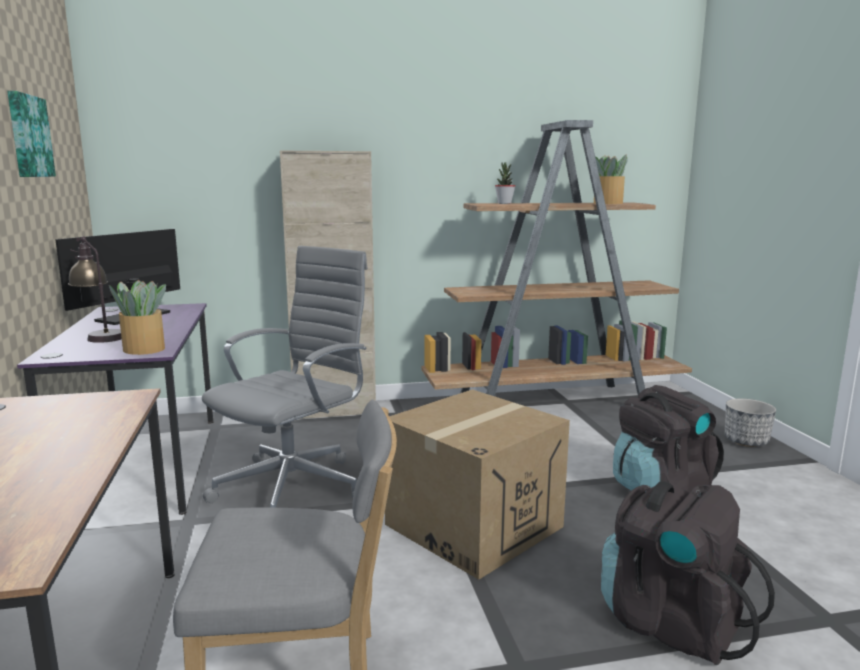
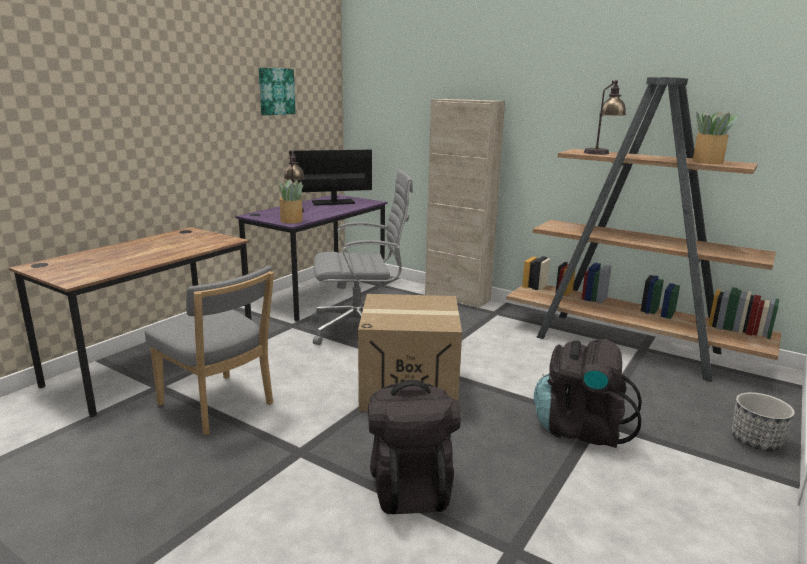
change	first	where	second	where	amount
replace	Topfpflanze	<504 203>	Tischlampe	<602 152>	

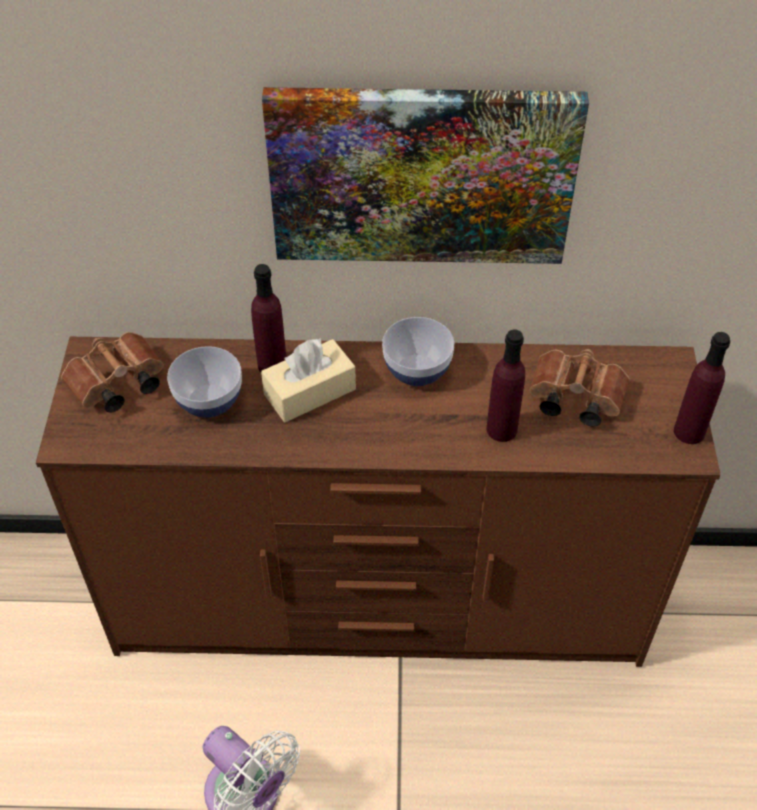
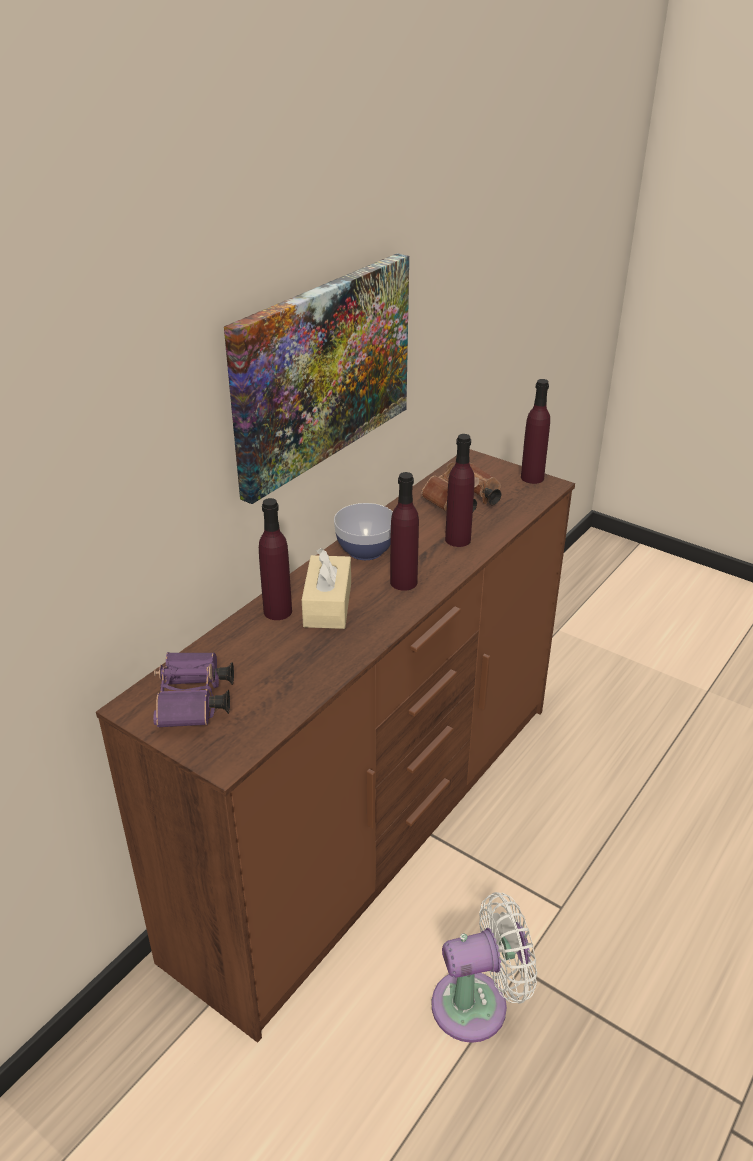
change	first	where	second	where	amount
recolor	Fernglas [braun]	<116 386>	Fernglas [lila]	<194 704>	
delete	Schüssel	<209 401>			
insert			Flasche [lila]	<403 582>	

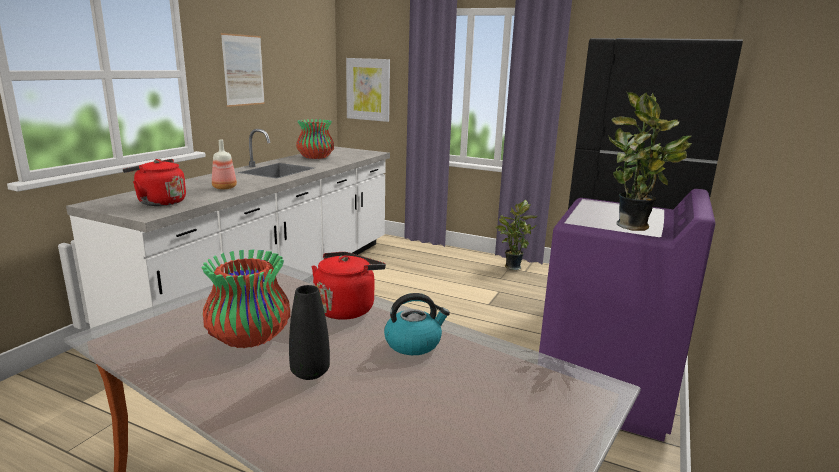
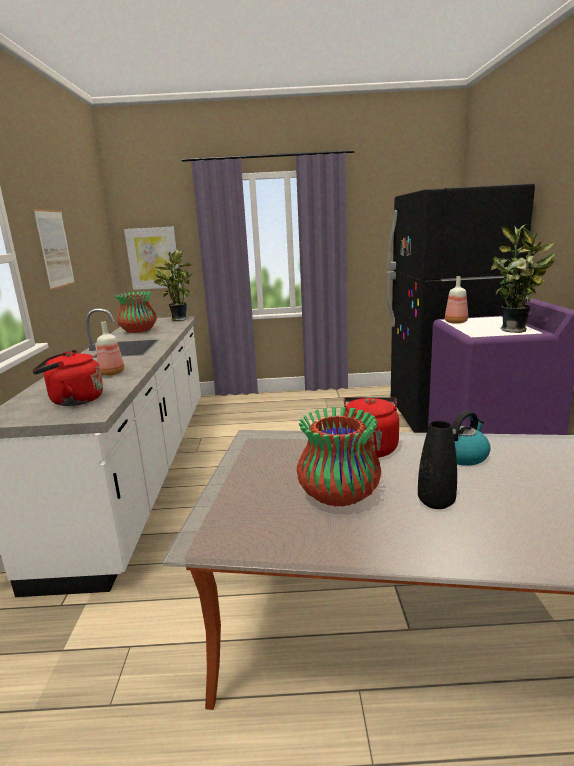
change	first	where	second	where	amount
move	Topfpflanze	<511 267>		<178 319>	
insert			Flasche	<456 322>	

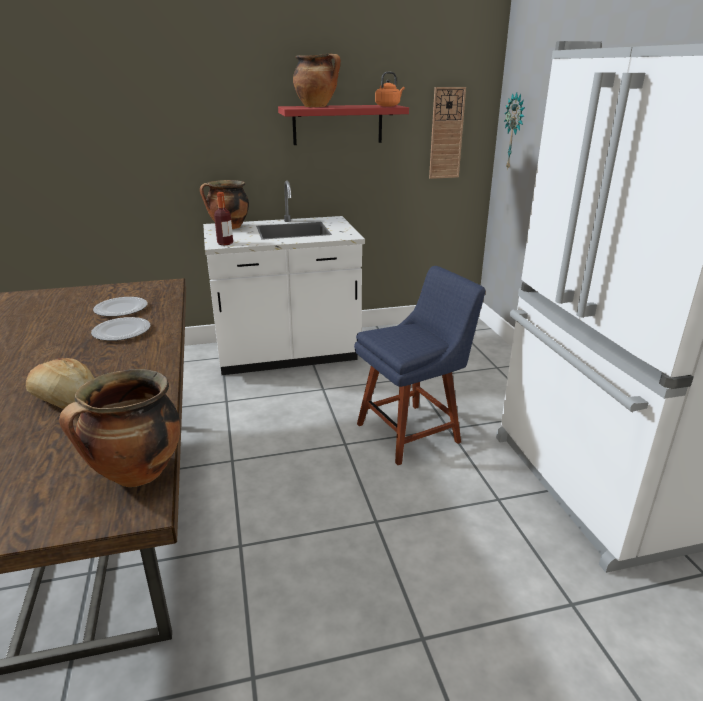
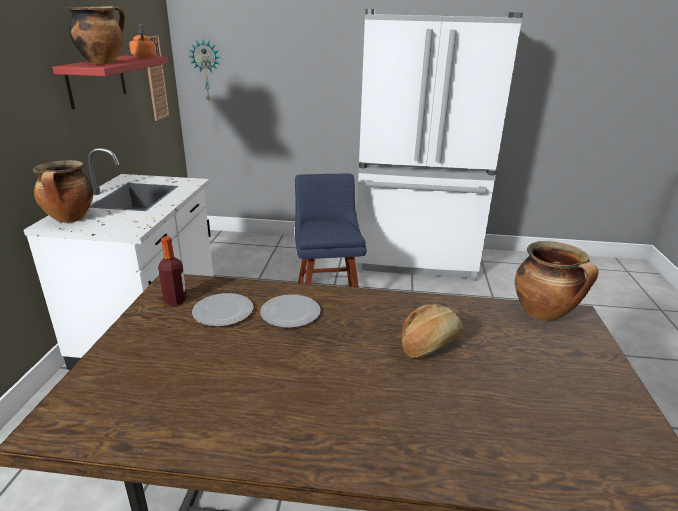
change	first	where	second	where	amount
move	Flasche	<225 243>		<175 301>	

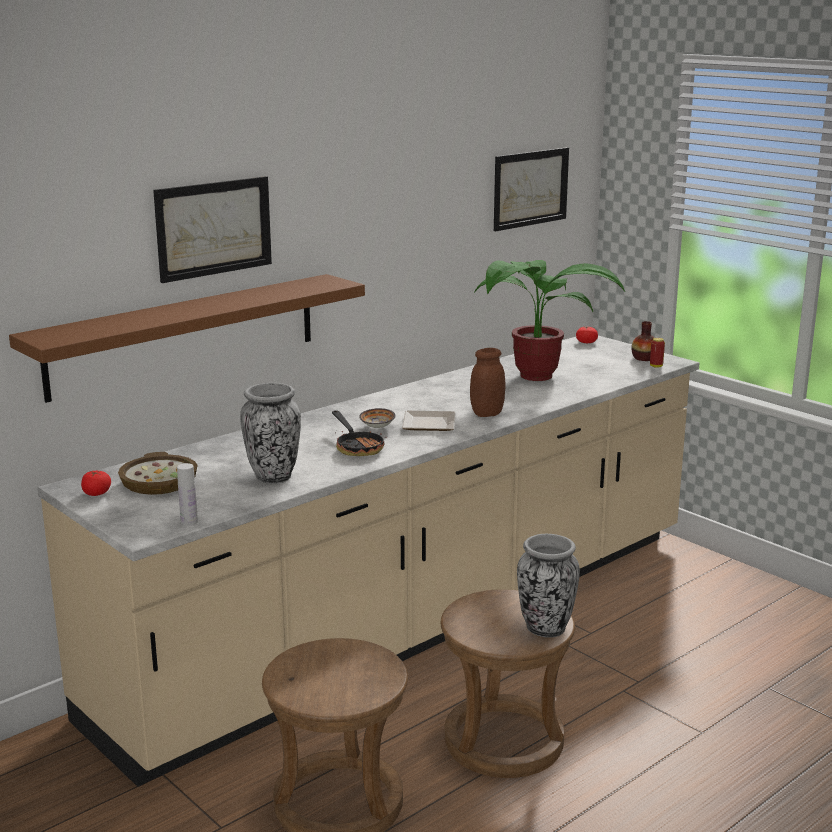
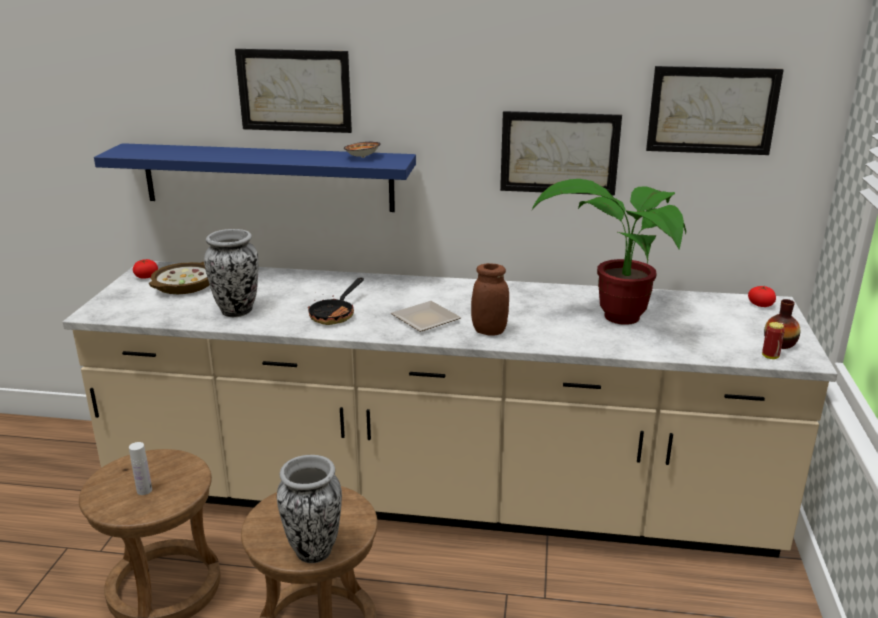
change	first	where	second	where	amount
recolor	Wandregal [braun]	<185 335>	Wandregal [blau]	<267 177>	
move	Flasche [weiß]	<189 522>		<144 490>	
move	Schüssel	<377 427>		<362 157>	
insert			Bild	<559 153>	

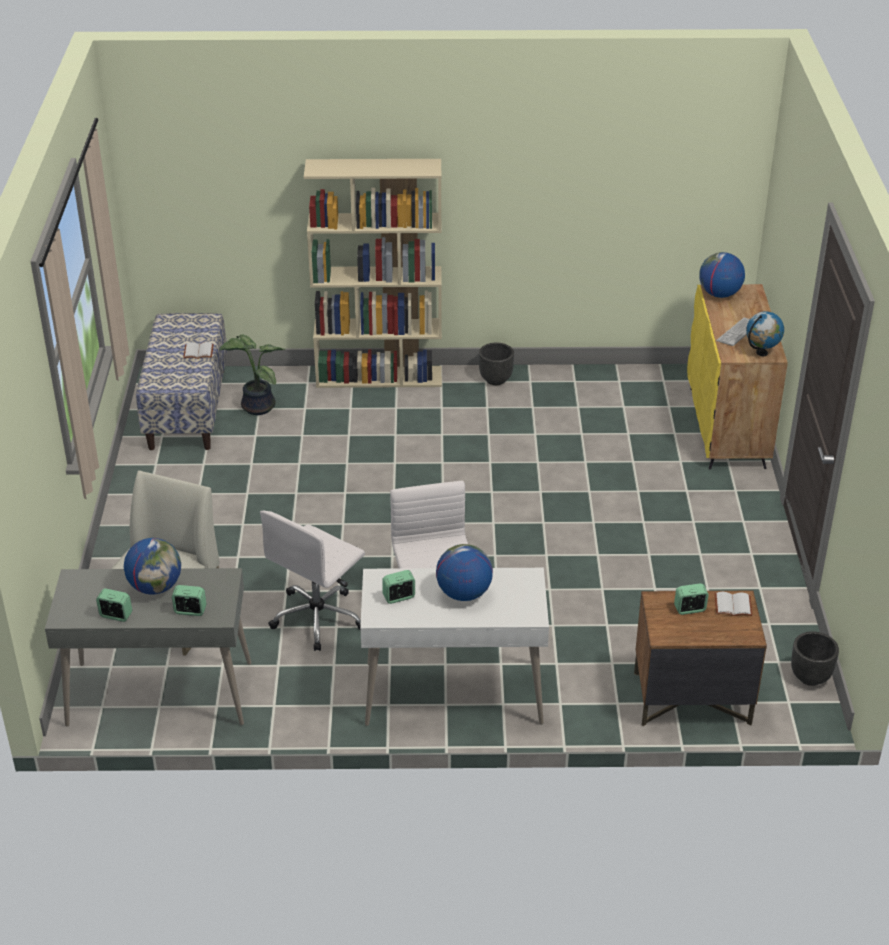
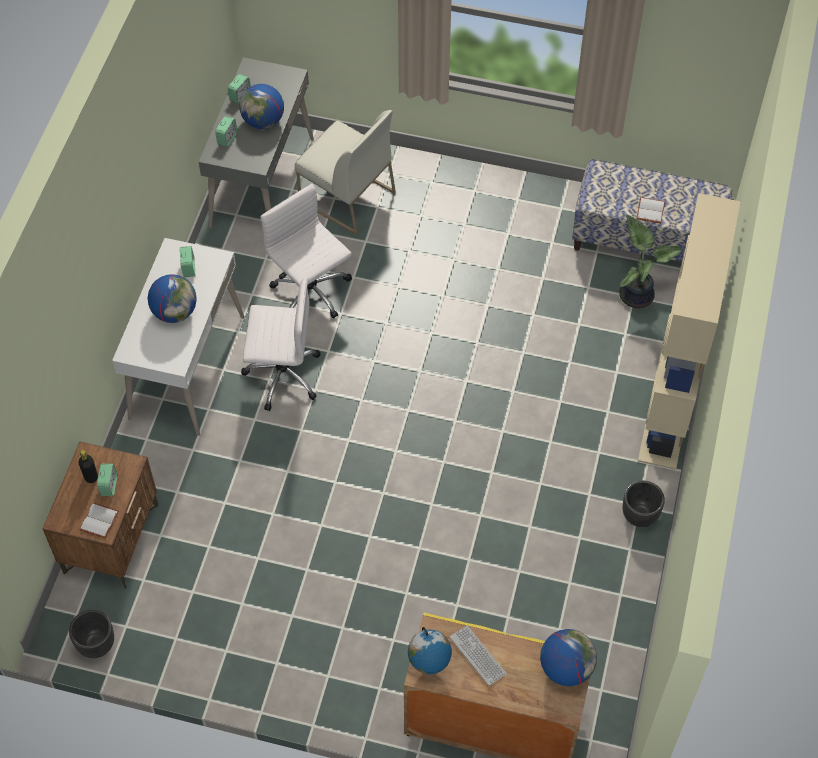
change	first	where	second	where	amount
insert			Flasche [schwarz]	<91 477>	

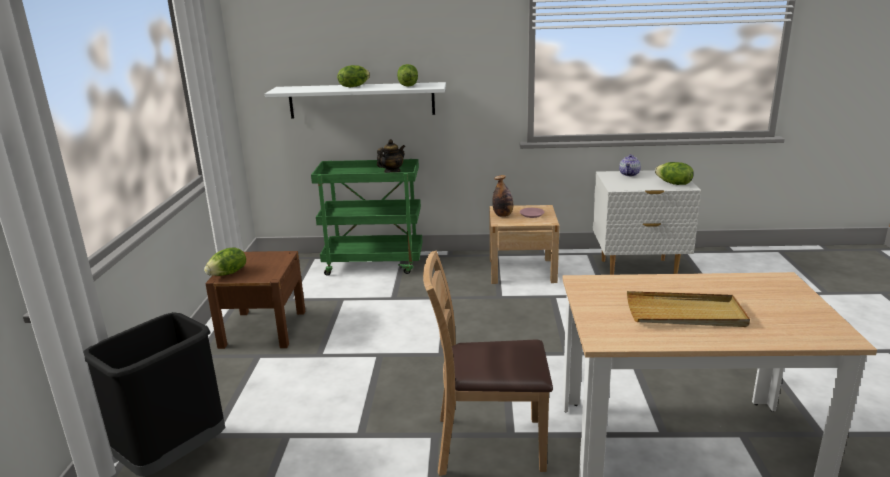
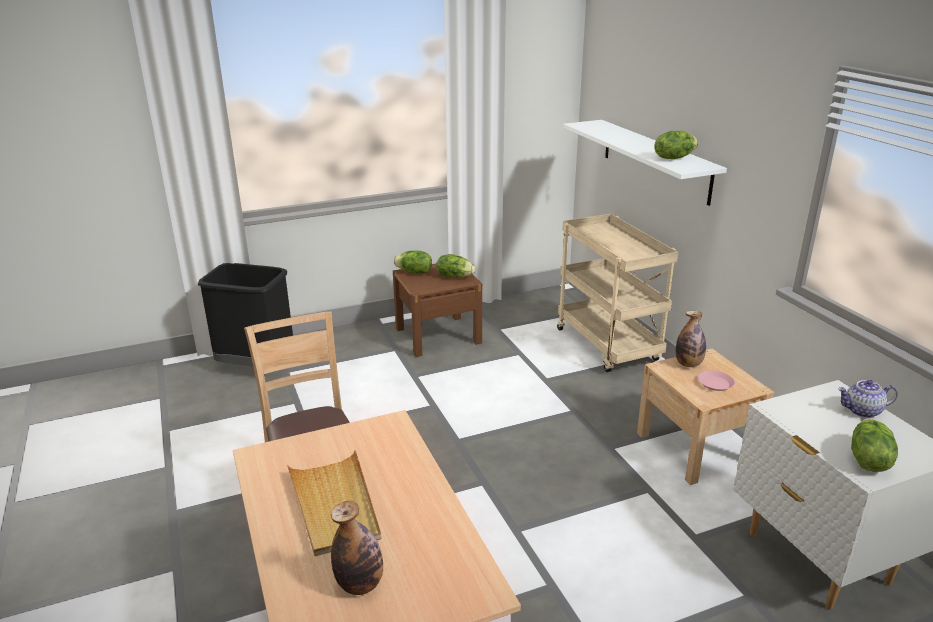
change	first	where	second	where	amount
recolor	Rollwagen [grün]	<374 264>	Rollwagen [beige]	<609 346>	
move	Salatkopf	<354 86>		<454 276>	
delete	Teekanne	<392 172>			
insert			Flasche	<360 584>	

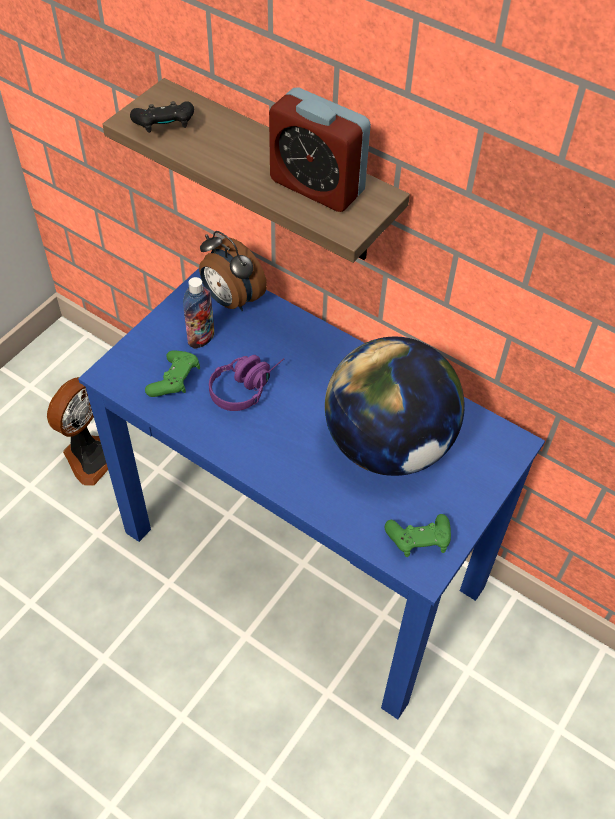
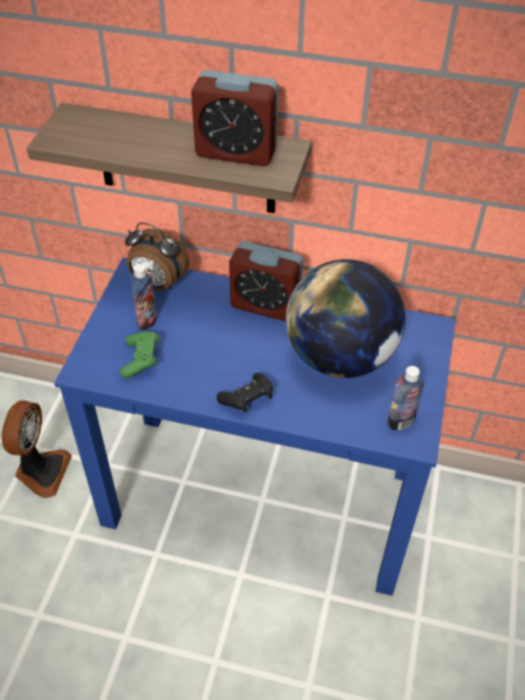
change	first	where	second	where	amount
move	Gamepad [schwarz]	<165 127>		<247 400>	
delete	Kopfhörer [lila]	<247 385>			
replace	Gamepad [grün]	<418 541>	Flasche	<401 421>	
insert			Wecker	<265 305>	

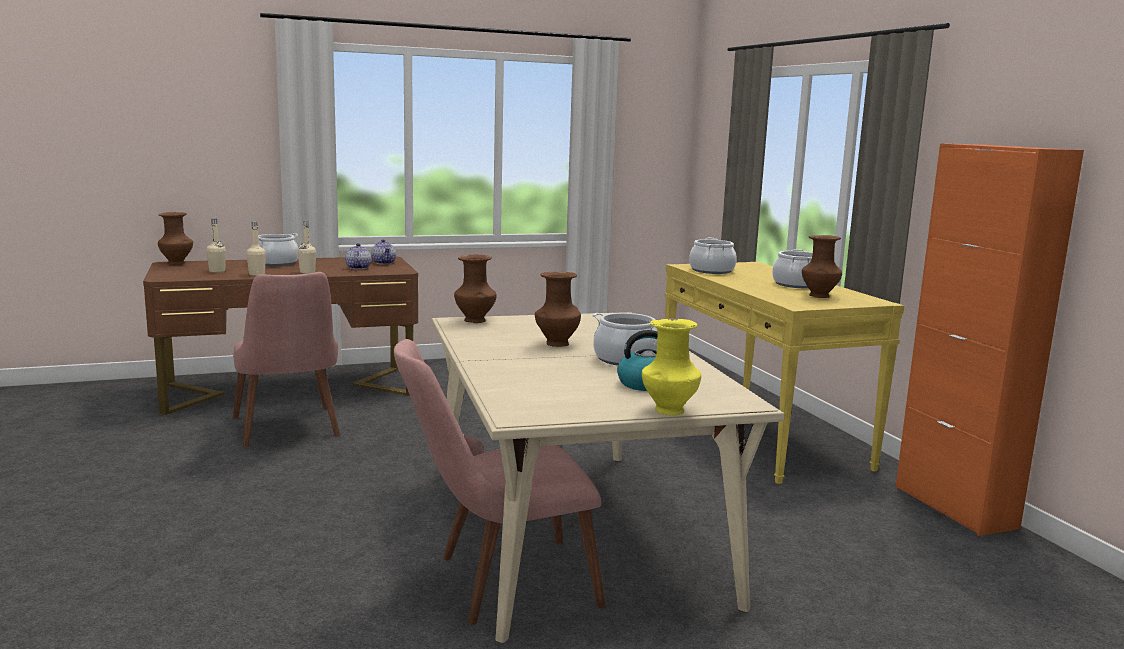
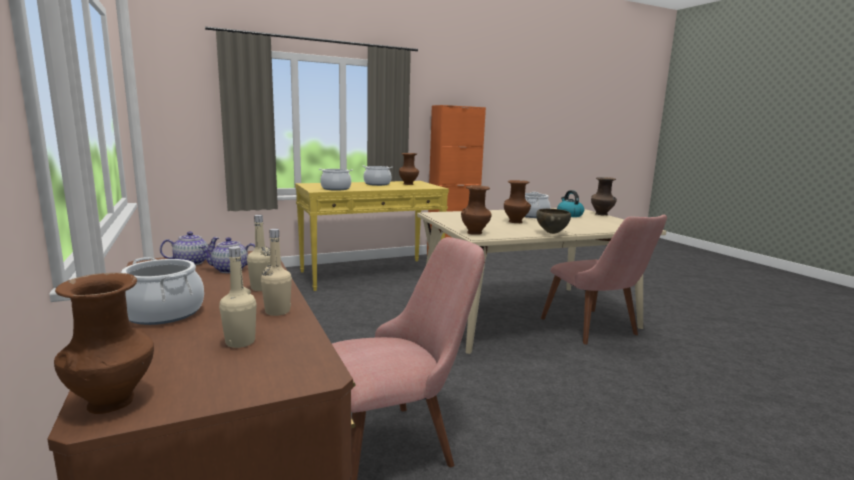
change	first	where	second	where	amount
recolor	Vase [gelb]	<668 411>	Vase [braun]	<602 214>	
insert			Schüssel [braun]	<552 233>	

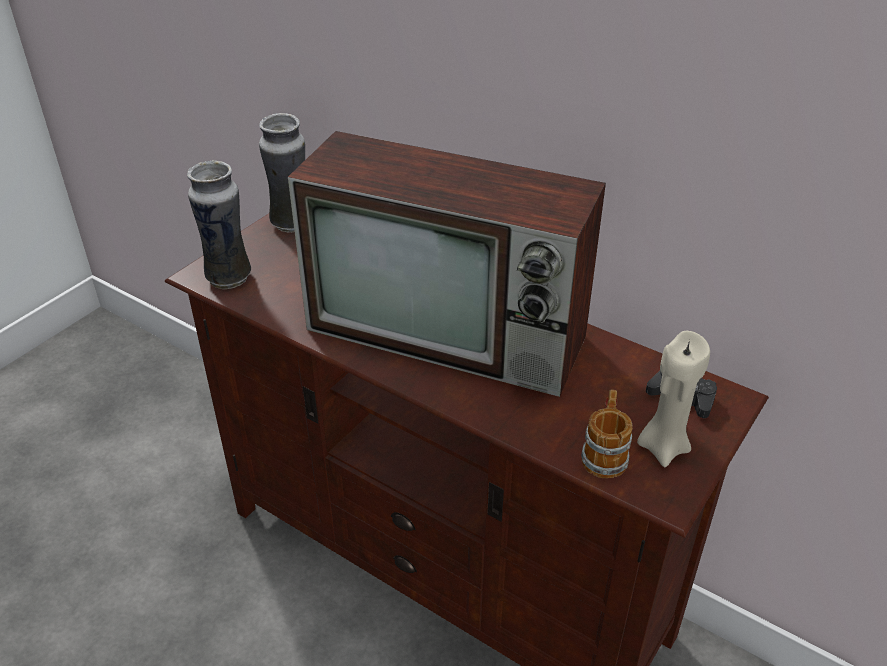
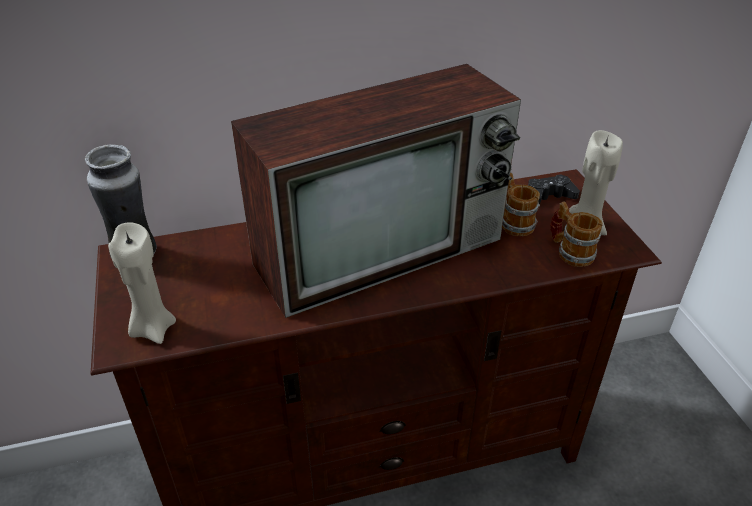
change	first	where	second	where	amount
replace	Vase	<229 277>	Kerze [beige]	<152 328>	
insert			Henkelbecher	<513 222>	

